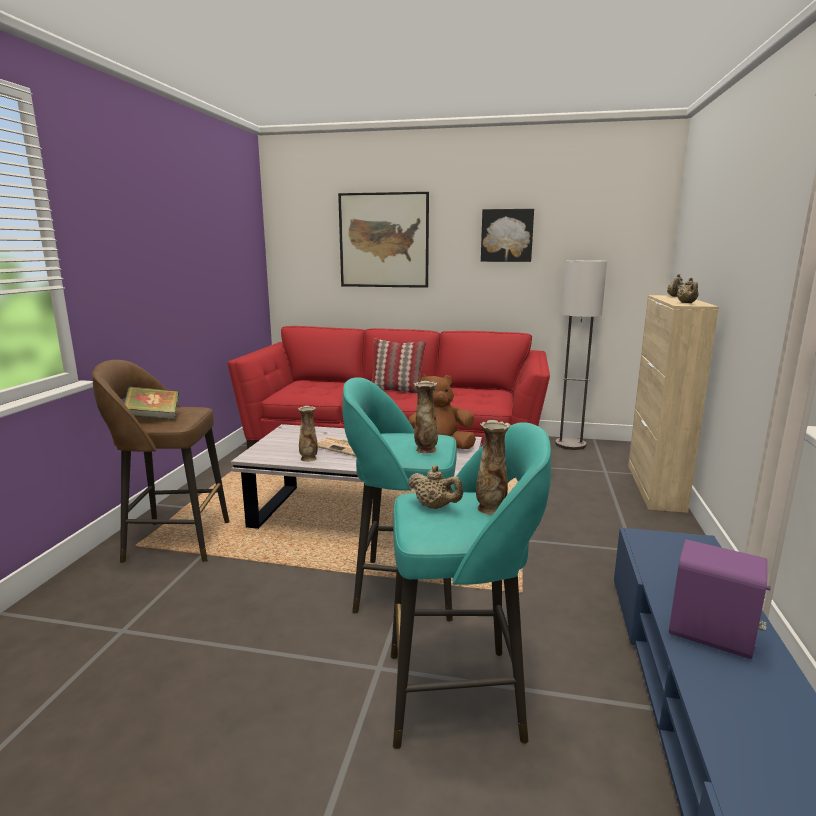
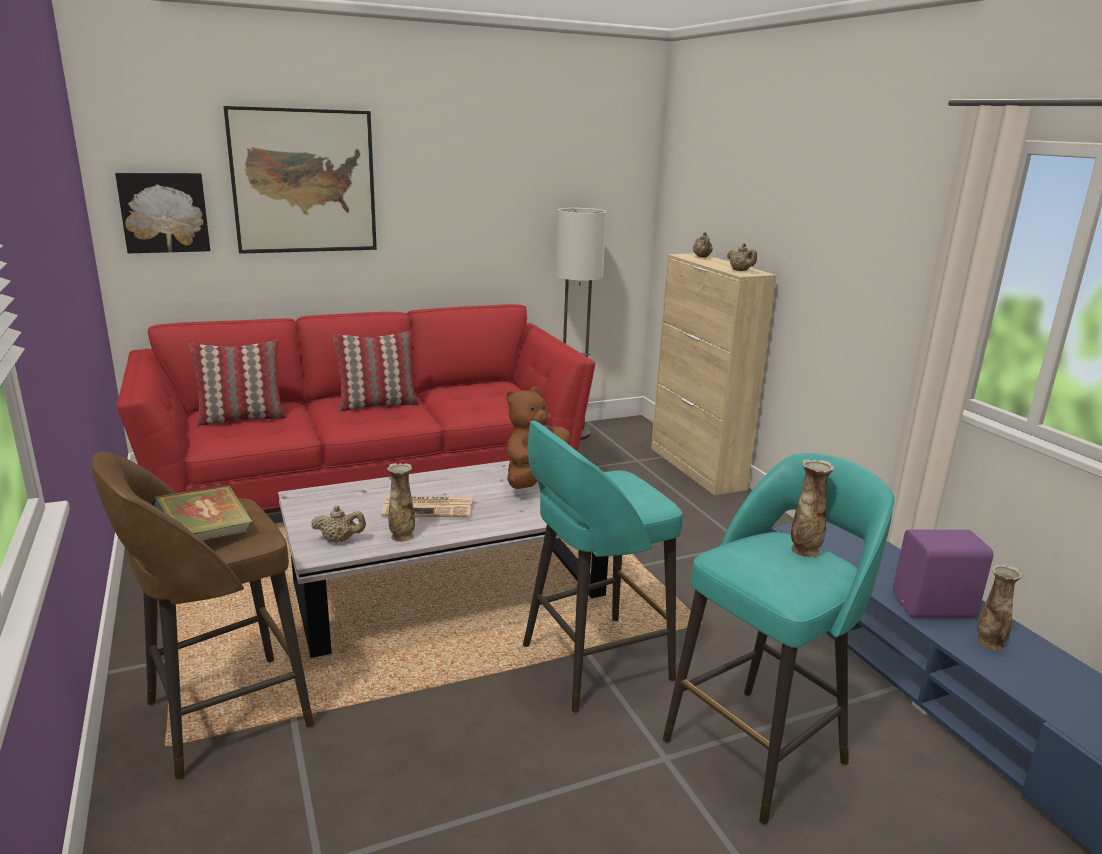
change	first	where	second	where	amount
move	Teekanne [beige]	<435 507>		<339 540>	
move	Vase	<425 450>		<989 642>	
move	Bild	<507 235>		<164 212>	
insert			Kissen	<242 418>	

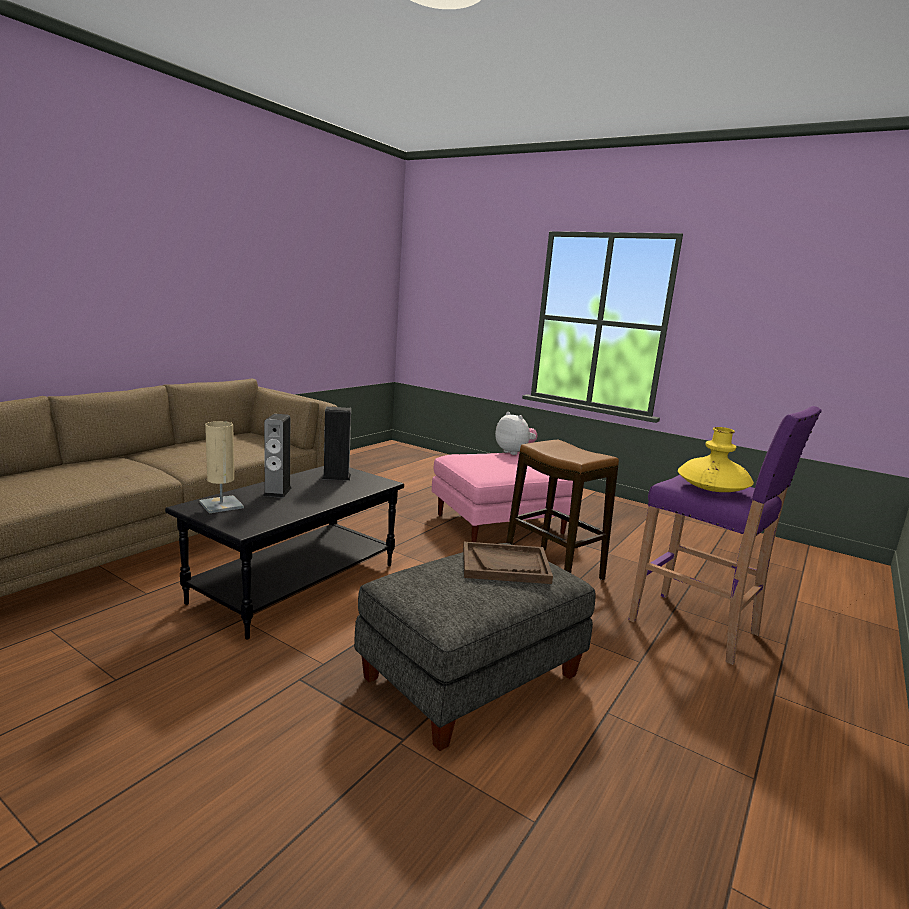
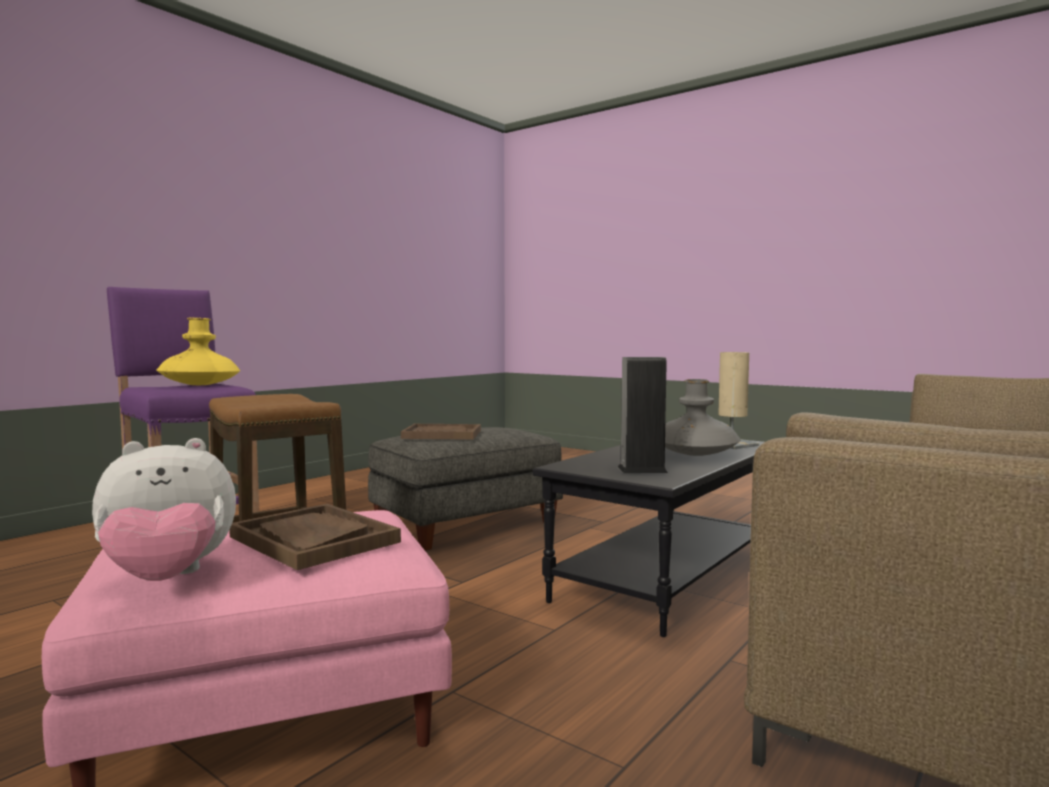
change	first	where	second	where	amount
replace	Lautsprecher	<277 492>	Vase [grau]	<695 454>	
rotate	Plüschtier	<514 452>		<167 579>	75 degrees counterclockwise
insert			Tablett [braun]	<313 539>	

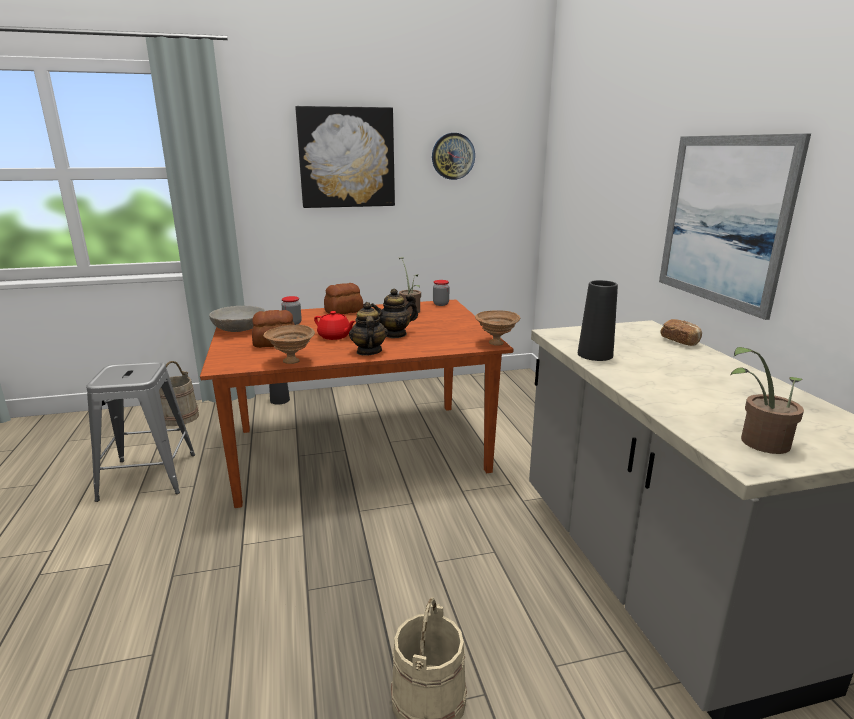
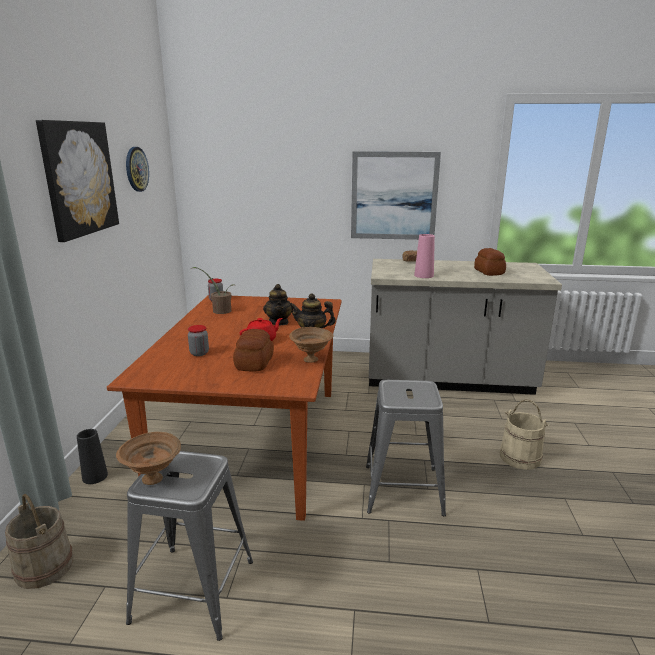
change	first	where	second	where	amount
delete	Schüssel [grau]	<240 329>			
move	Brot	<343 311>		<488 272>	
move	Schüssel [braun]	<496 343>		<154 479>	
recolor	Vase [schwarz]	<595 354>	Vase [rosa]	<424 275>	
delete	Topfpflanze	<758 443>			
insert			Hocker [grau]	<402 489>	

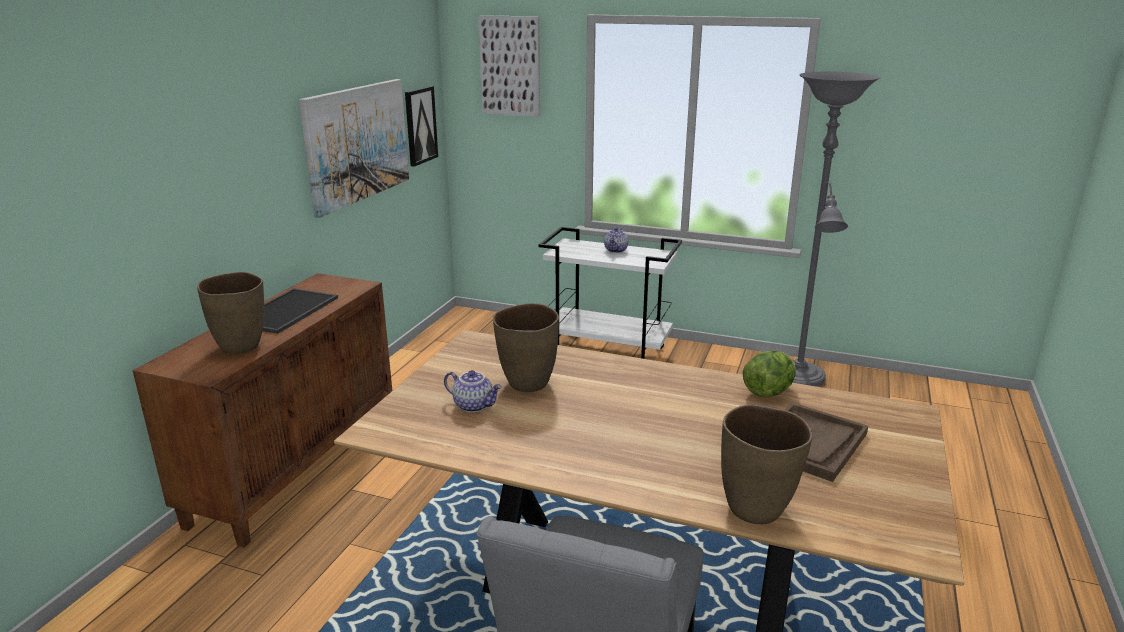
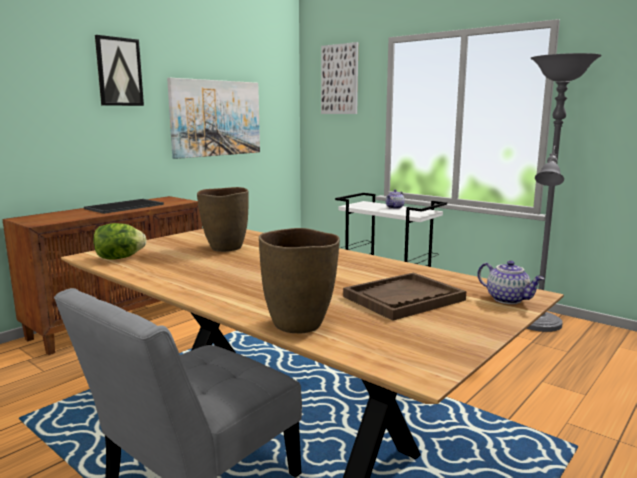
change	first	where	second	where	amount
delete	Vase [braun]	<241 346>			
move	Bild	<420 125>		<119 72>	
move	Teekanne	<474 405>		<508 299>	
move	Salatkopf	<768 392>		<119 258>	

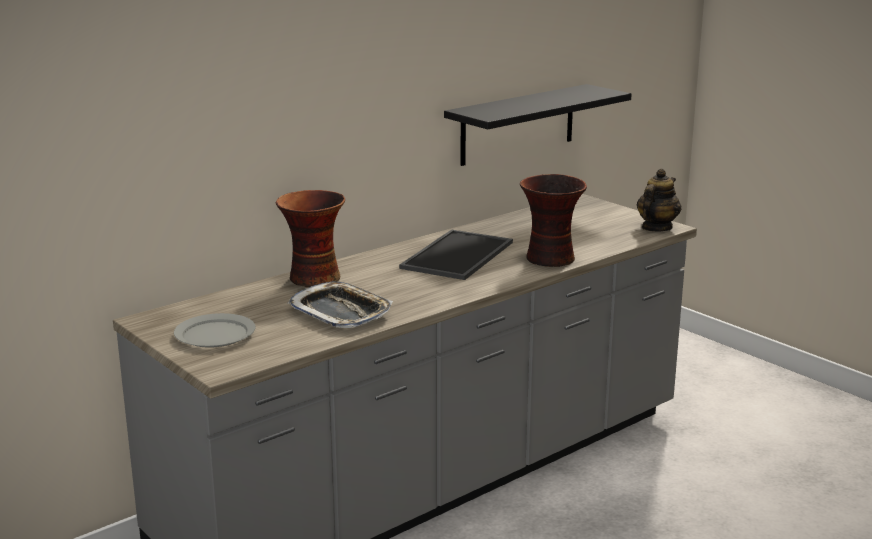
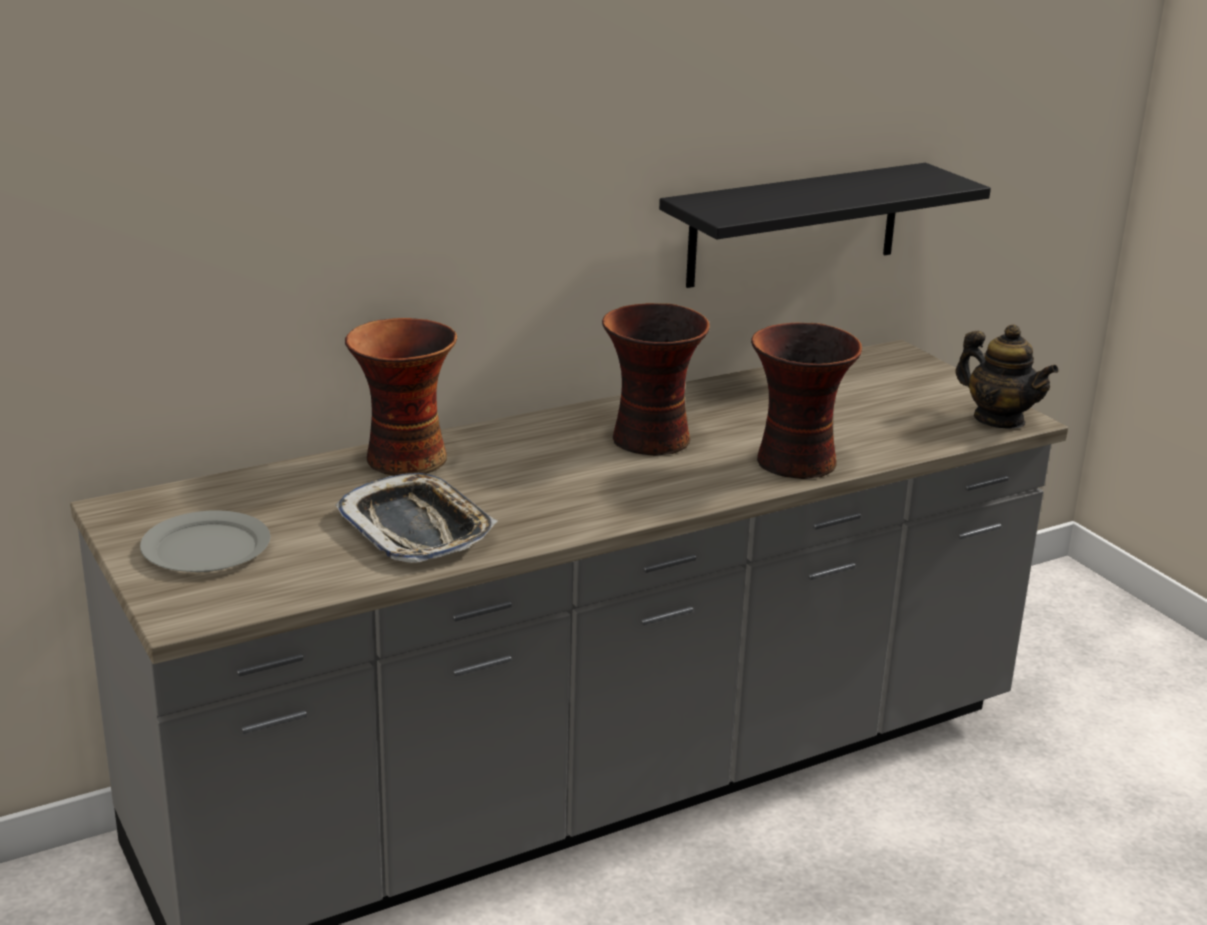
change	first	where	second	where	amount
replace	Tablett	<459 256>	Vase	<650 441>	
rotate	Teekanne	<656 228>		<999 420>	90 degrees clockwise

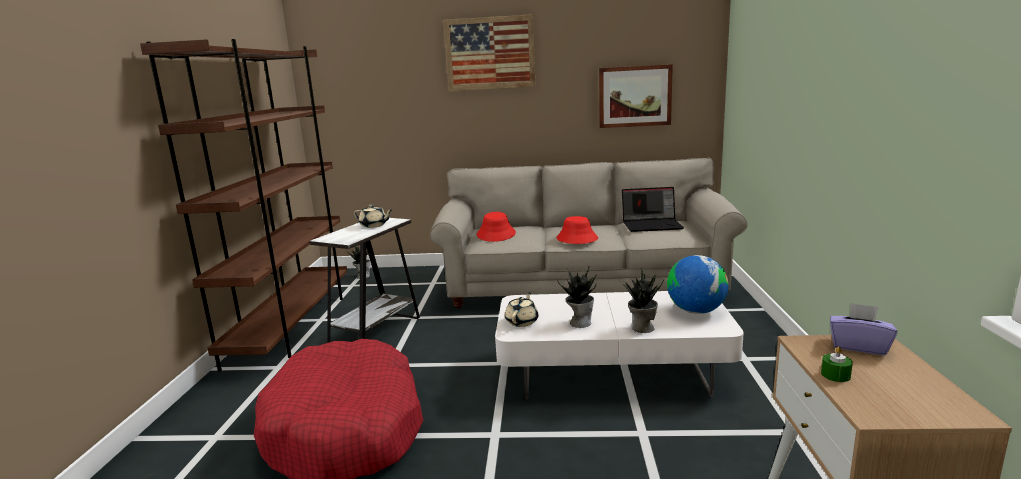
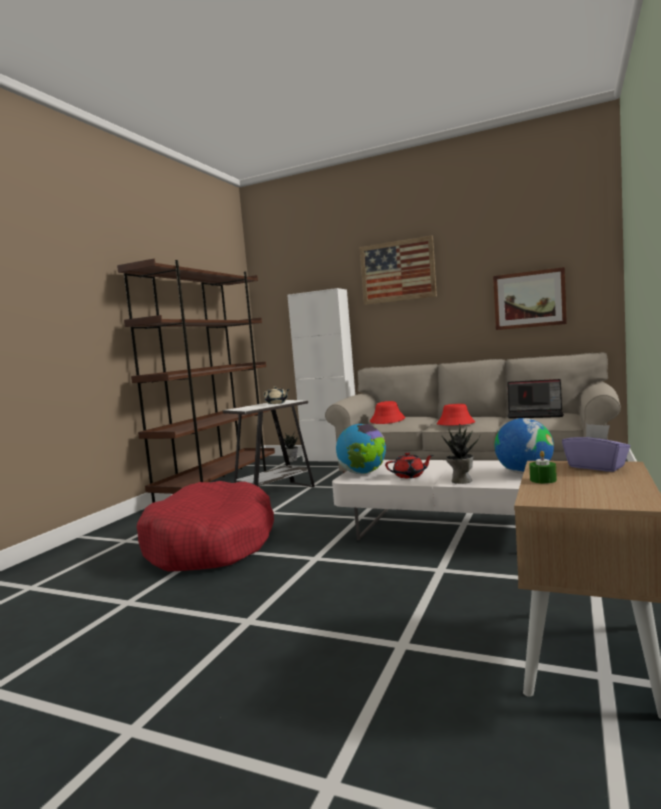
change	first	where	second	where	amount
replace	Teekanne [beige]	<522 321>	Globus	<363 473>	
replace	Topfpflanze	<580 323>	Teekanne [rot]	<410 476>	
insert			Schrank [weiß]	<331 459>	

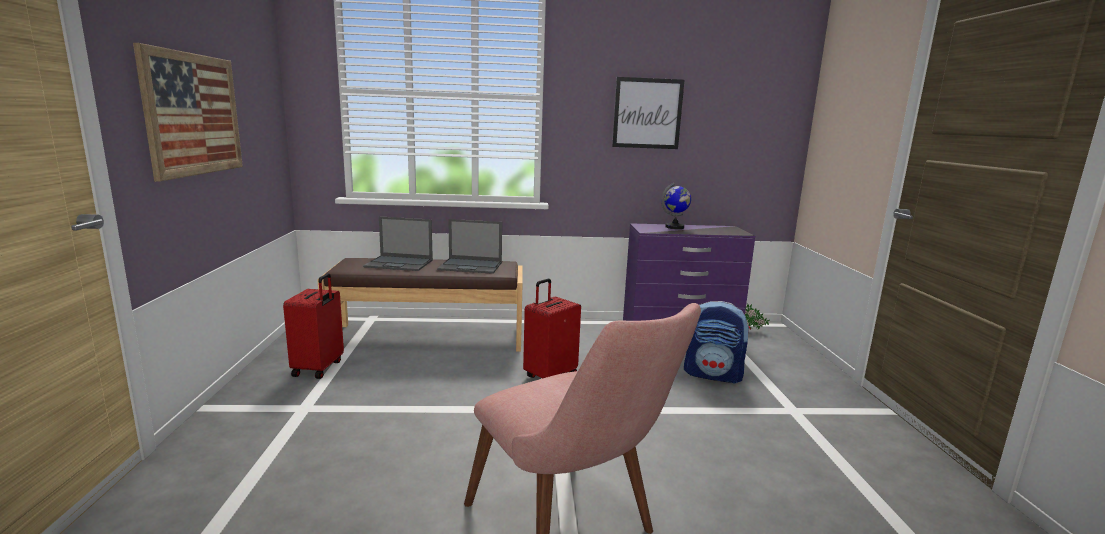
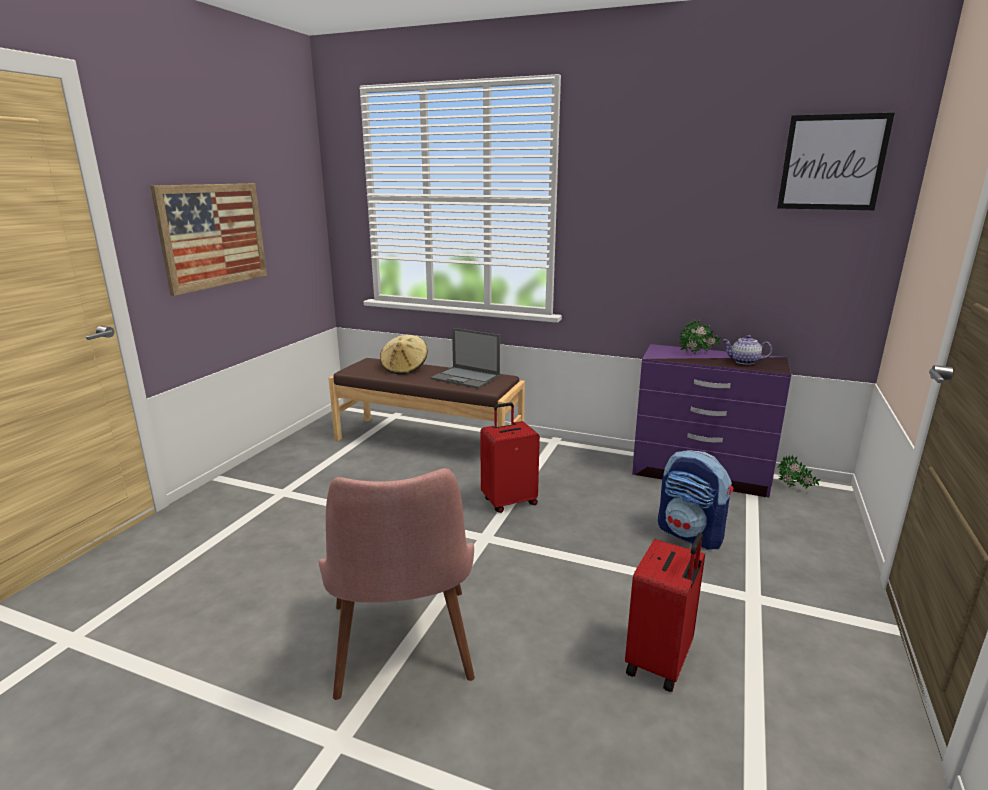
change	first	where	second	where	amount
move	Koffer [rot]	<319 368>		<660 662>	
replace	Laptop	<400 263>	Hut [beige]	<404 368>	
move	Bild	<647 113>		<832 163>	
replace	Globus	<675 227>	Topfpflanze	<698 354>	
insert			Teekanne	<744 362>	

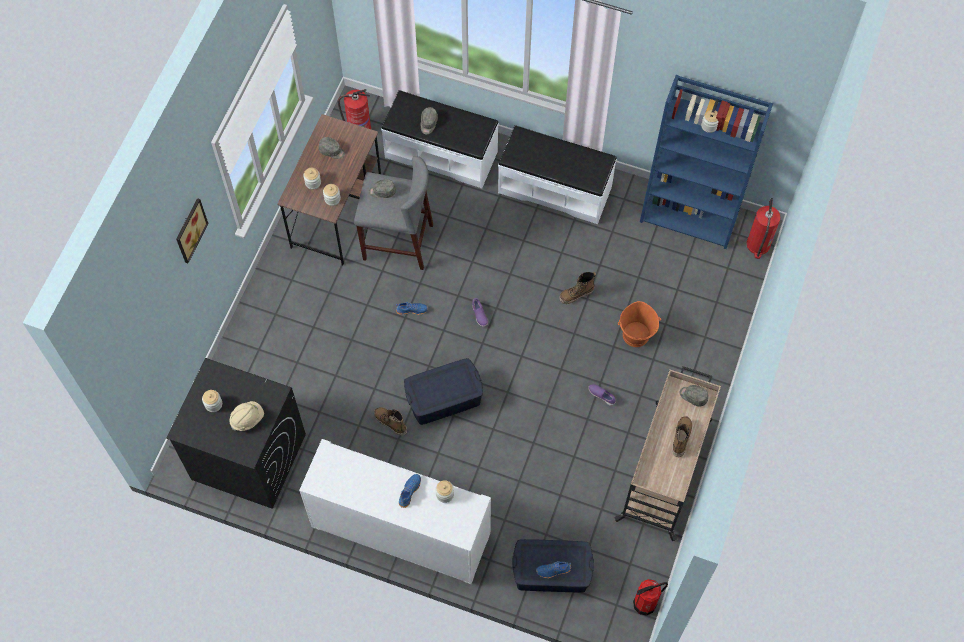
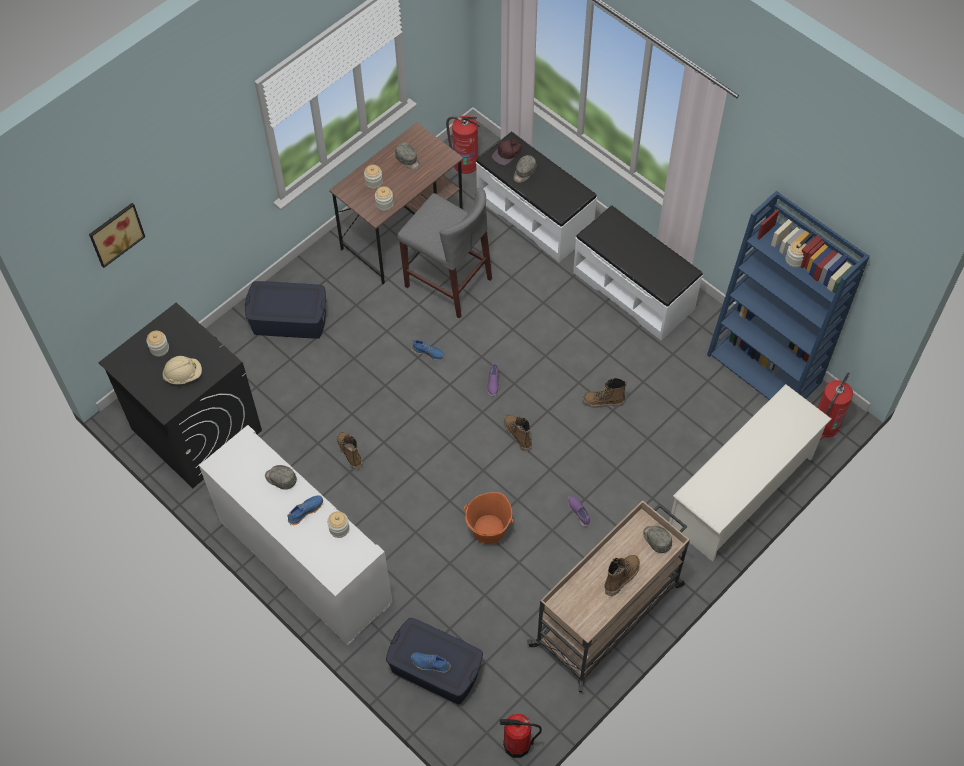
change	first	where	second	where	amount
move	Bild	<189 230>		<115 233>	
move	Kappe [grau]	<382 191>		<280 479>	
move	Aufbewahrungsbox [blau]	<443 398>		<289 320>	
move	Eimer [orange]	<636 335>		<489 530>	
insert			Kappe [braun]	<507 153>	
insert			Stiefel	<517 435>	
insert			Schuhregal [weiß]	<741 492>	

